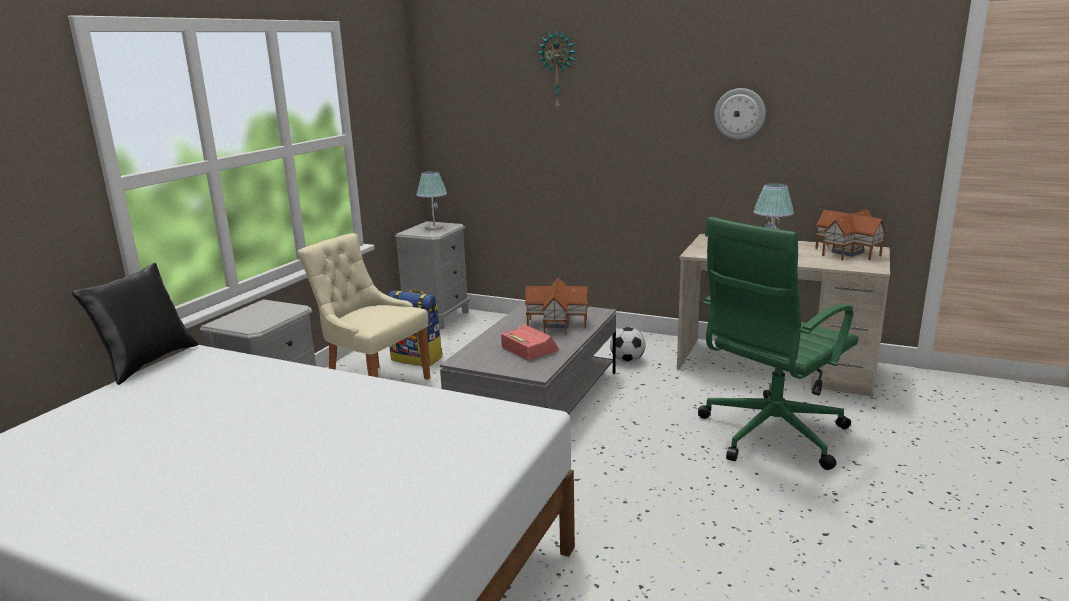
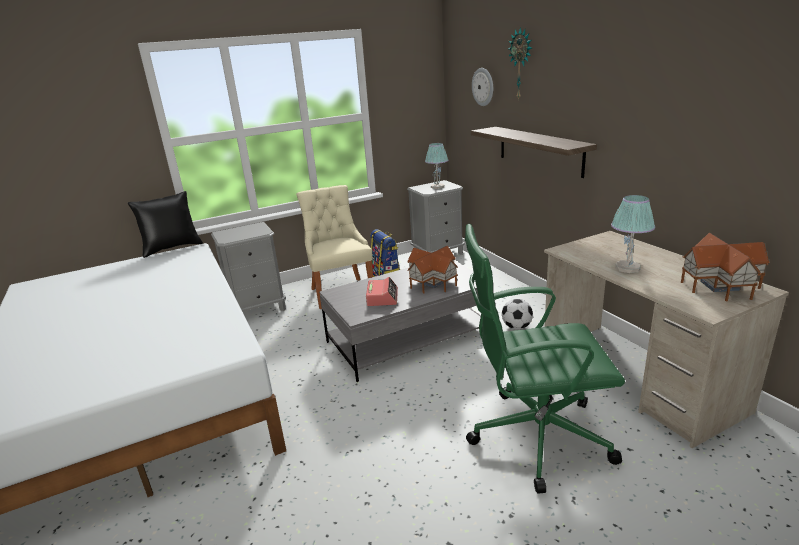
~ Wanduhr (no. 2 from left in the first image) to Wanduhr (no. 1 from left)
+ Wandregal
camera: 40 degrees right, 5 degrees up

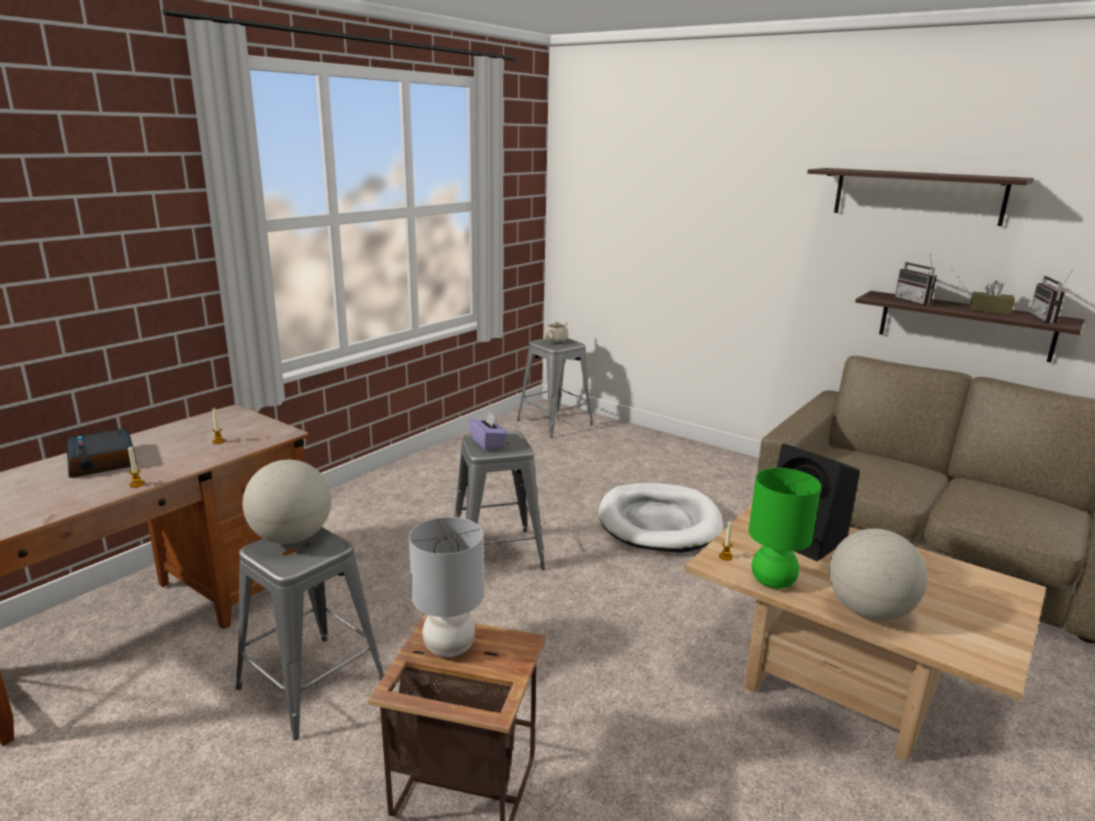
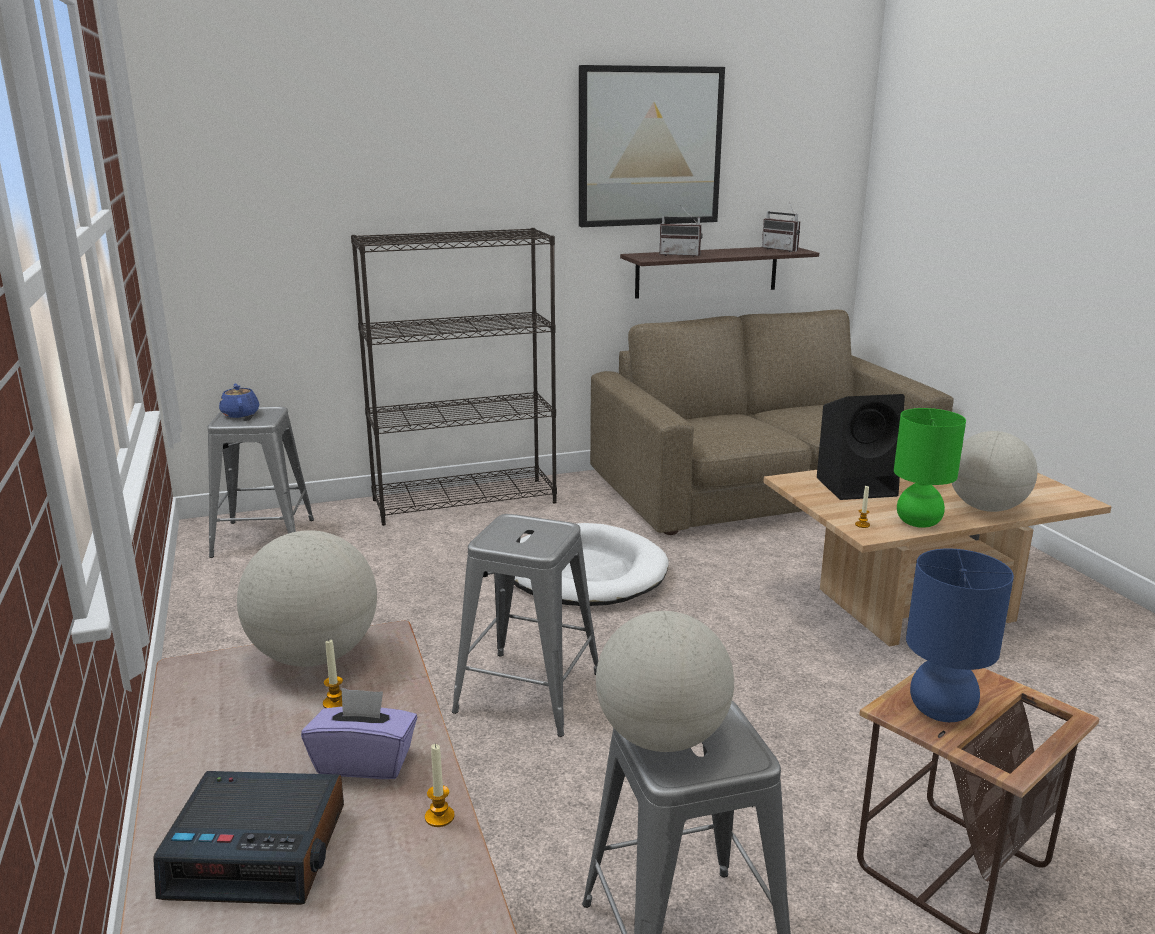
~ Tischlampe [grau] to Tischlampe [blau]
~ Taschentuchbox [lila]
~ Teekanne [beige] to Teekanne [blau]
~ Wandregal (no. 1 from left) to Bild
- Taschentuchbox [braun]
+ Globus (no. 1 from left)
+ Bücherregal [schwarz]
camera: 55 degrees left, 0 degrees up

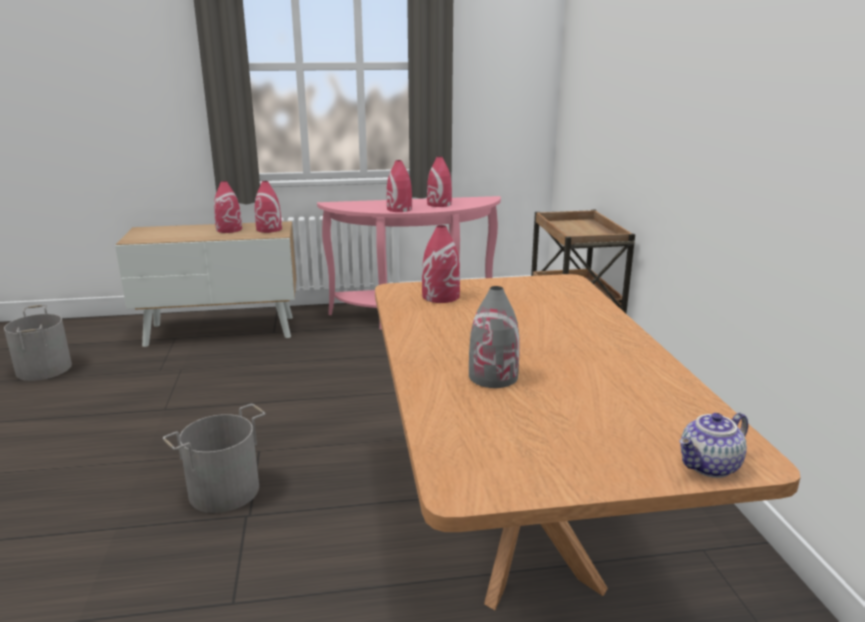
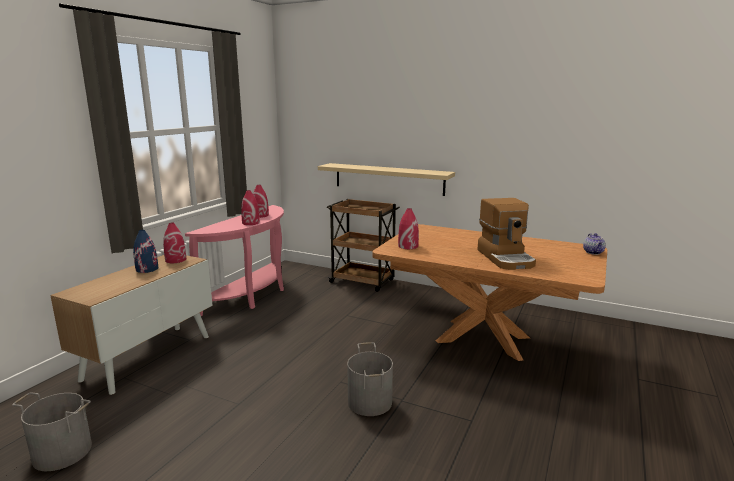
~ Vase [rot] (no. 1 from left) to Vase [blau]
~ Vase [grau] to Kaffeemaschine
+ Wandregal [beige]
camera: 55 degrees left, 5 degrees down

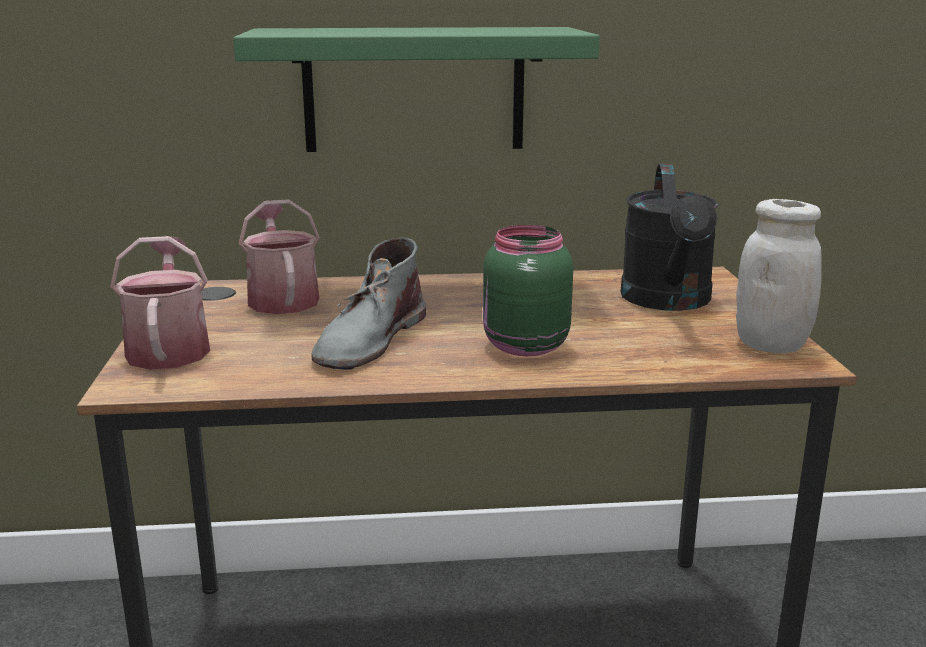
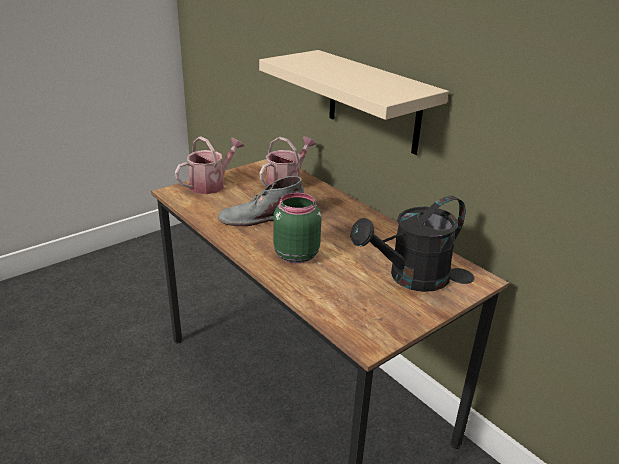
~ Wandregal [grün] to Wandregal [beige]
- Vorratsglas [weiß]
camera: 55 degrees right, 10 degrees up

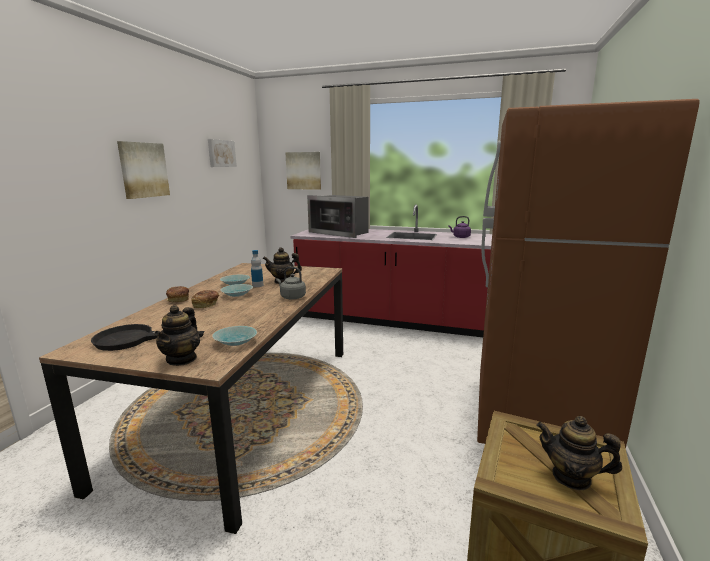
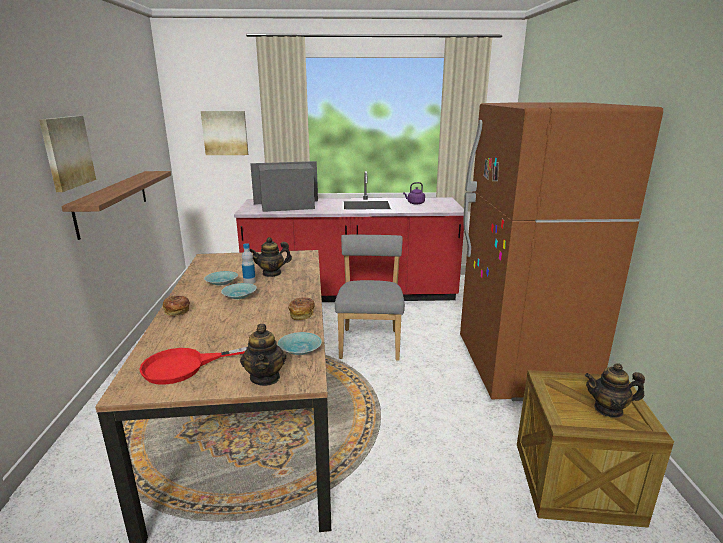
~ Pfanne [schwarz] to Pfanne [rot]
~ Brot (no. 2 from left)
- Bild (no. 2 from left)
- Wasserkessel [grau]
~ Mikrowelle 150 degrees clockwise
+ Wandregal
+ Stuhl [grau]
camera: 20 degrees left, 5 degrees up

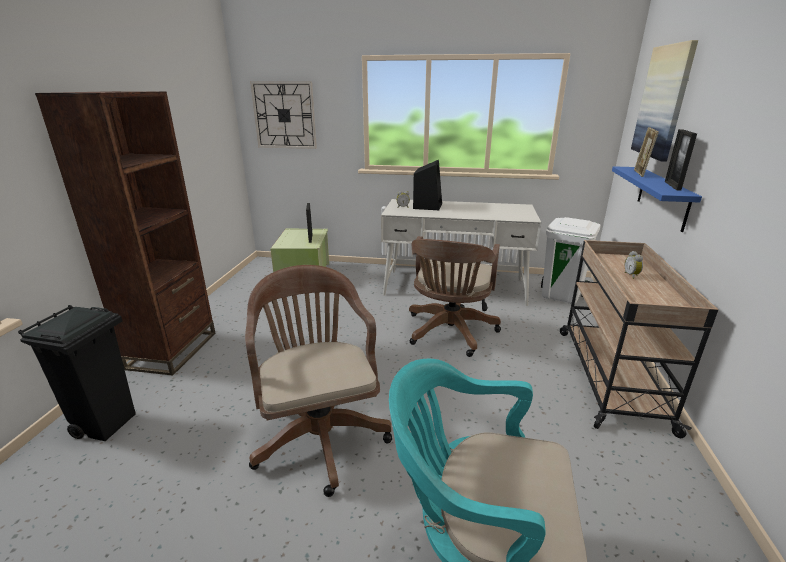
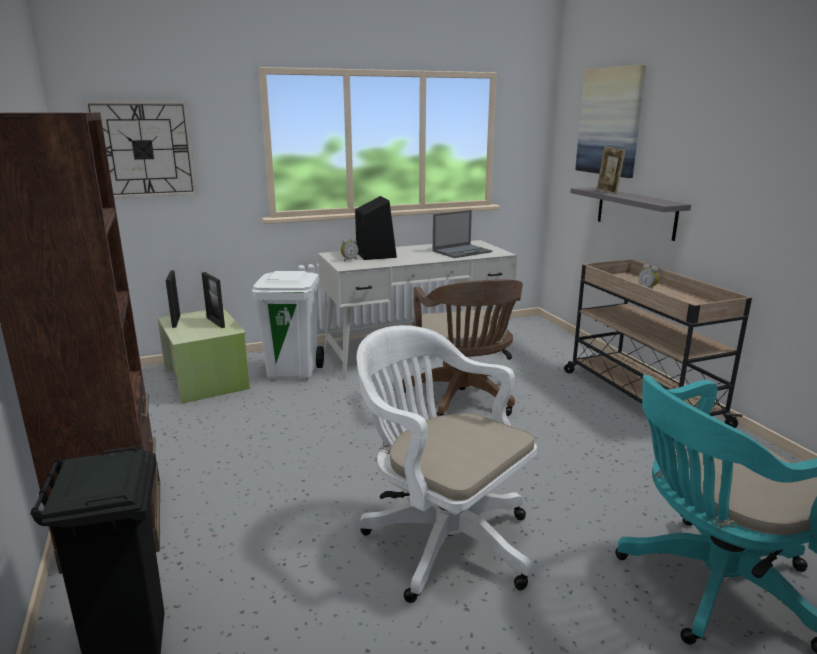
~ Bürostuhl [braun] (no. 1 from left) to Bürostuhl [weiß]
~ Mülleimer [weiß]
~ Wandregal [blau] to Wandregal [grau]
~ Bilderrahmen (no. 3 from left in the first image) to Bilderrahmen (no. 1 from left)
+ Laptop
camera: 30 degrees left, 5 degrees down

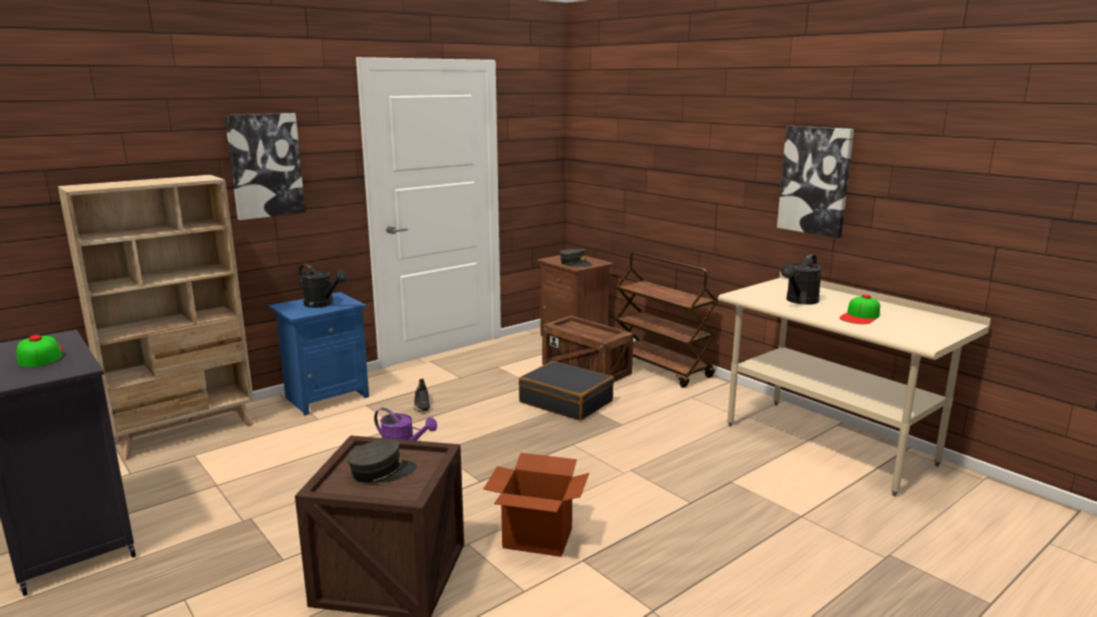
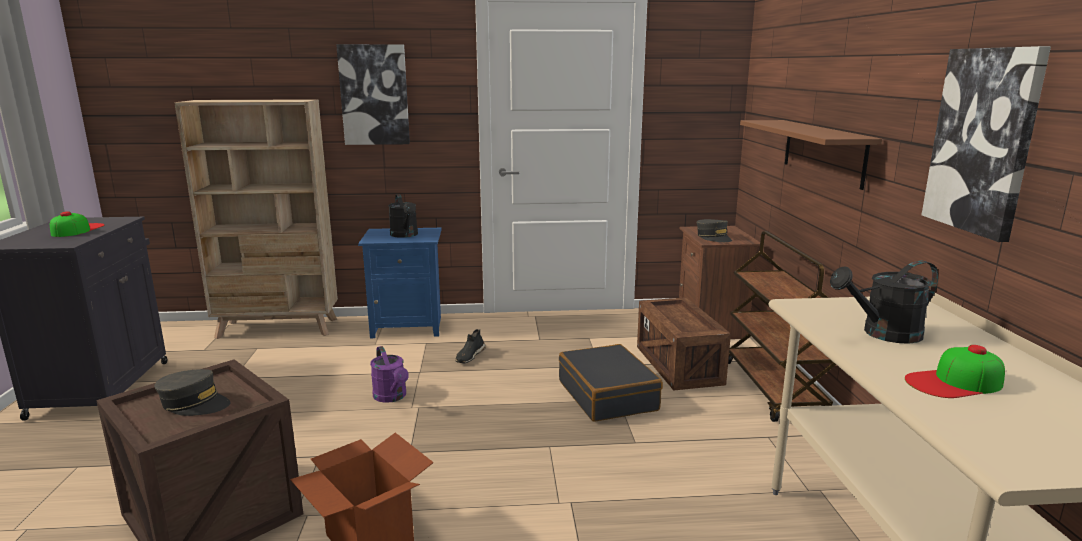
+ Wandregal [braun]
camera: 35 degrees right, 0 degrees up

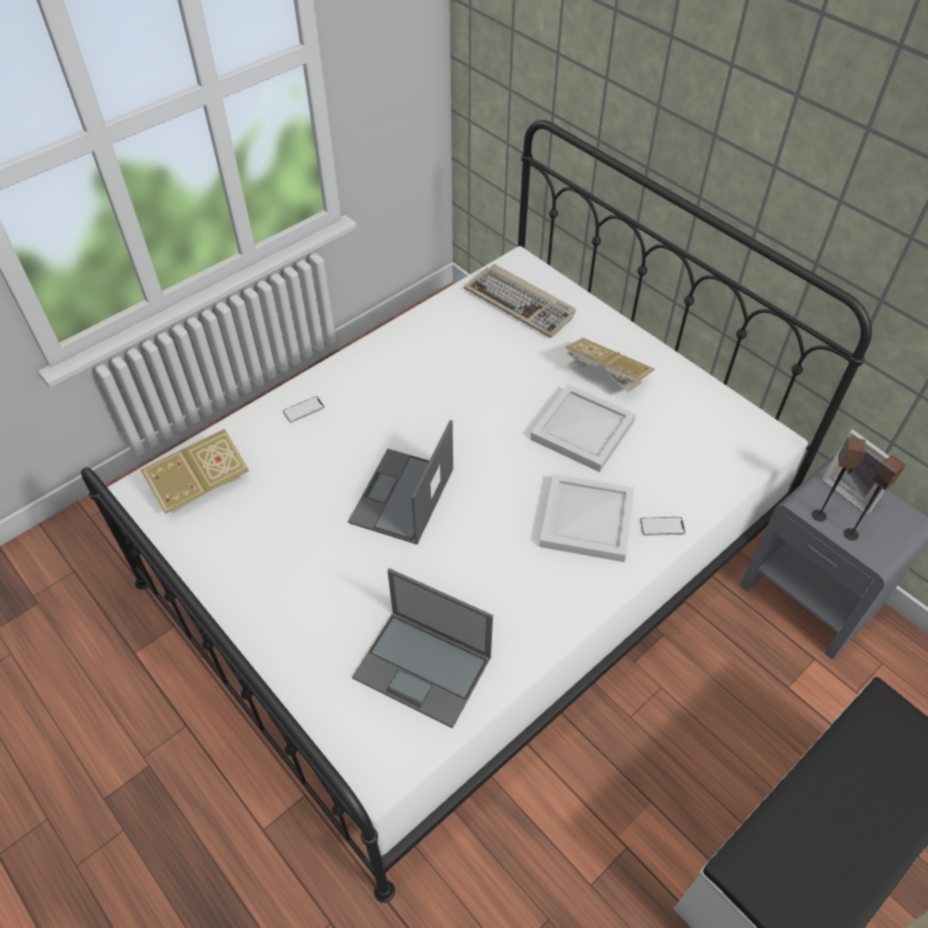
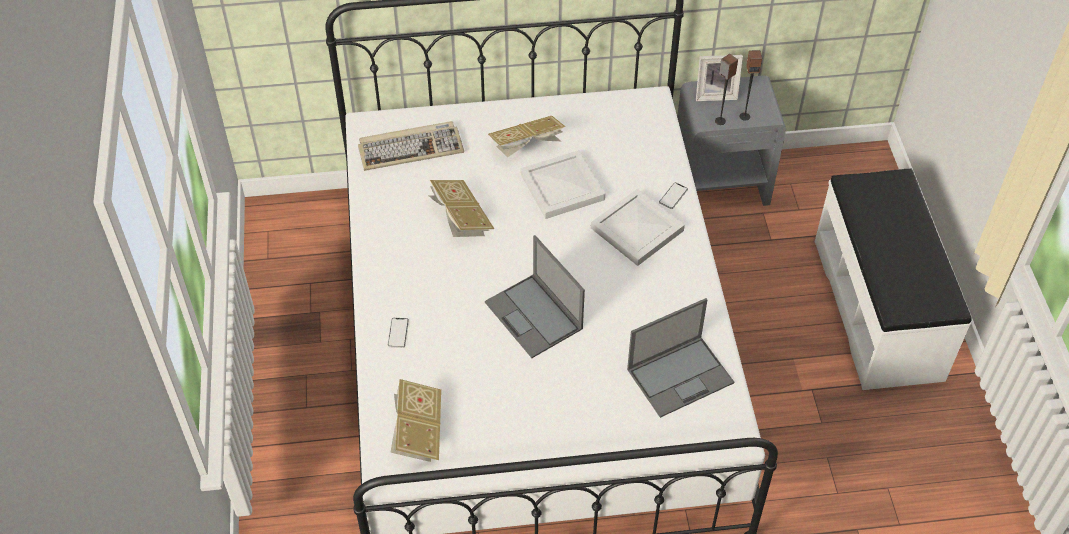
+ Buch (no. 2 from left)
camera: 55 degrees left, 0 degrees up

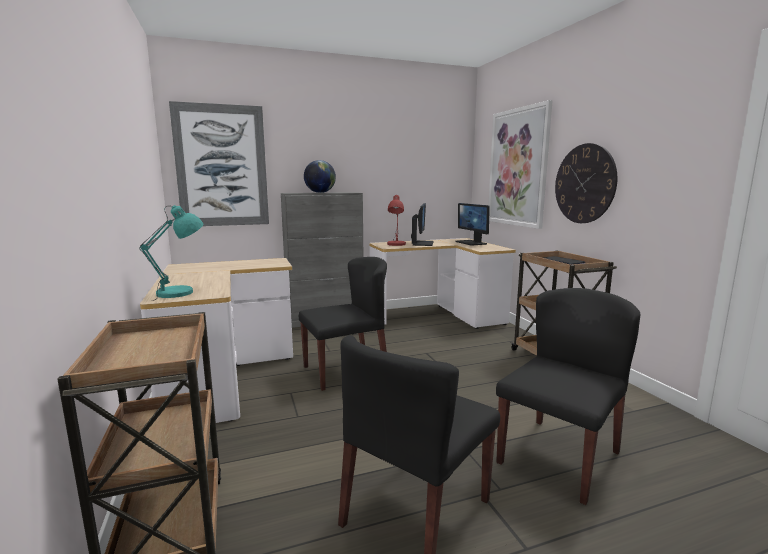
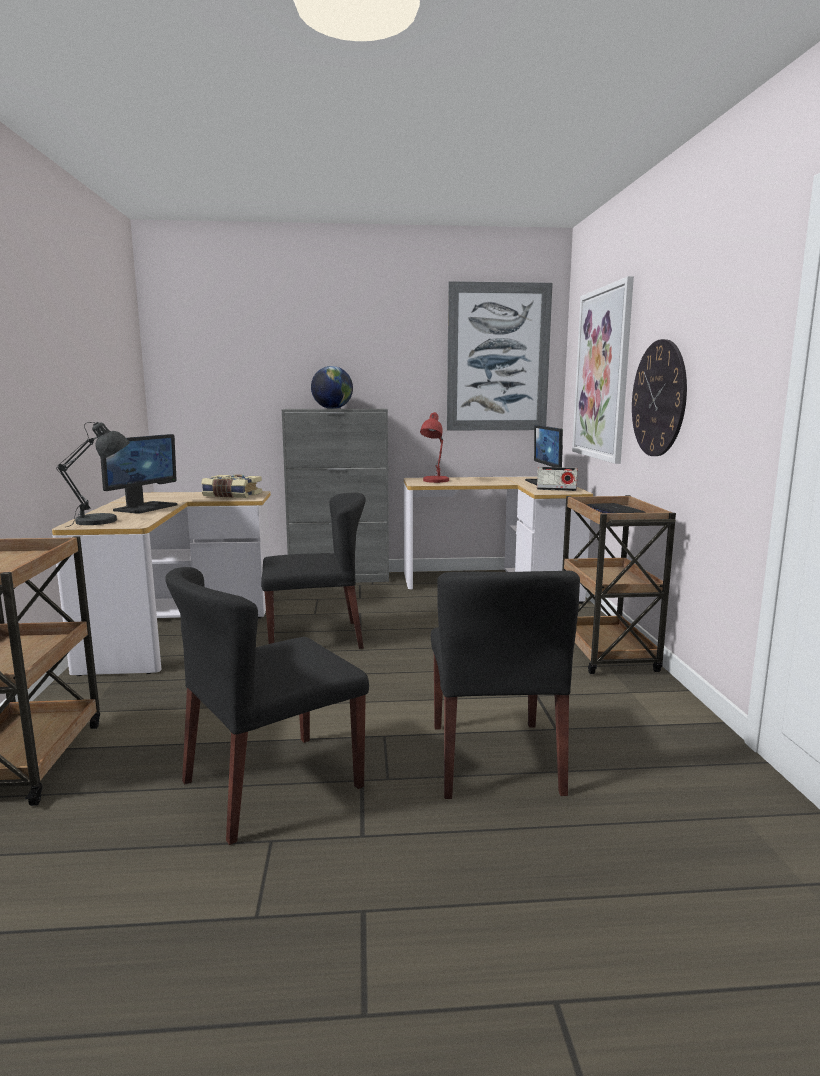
~ Tischlampe [türkis] to Tischlampe [grau]
~ Bild (no. 1 from left)
~ Monitor (no. 1 from left)
~ Stuhl [schwarz] (no. 3 from left) 120 degrees clockwise
+ Buch
+ Radio
camera: 15 degrees right, 0 degrees up

